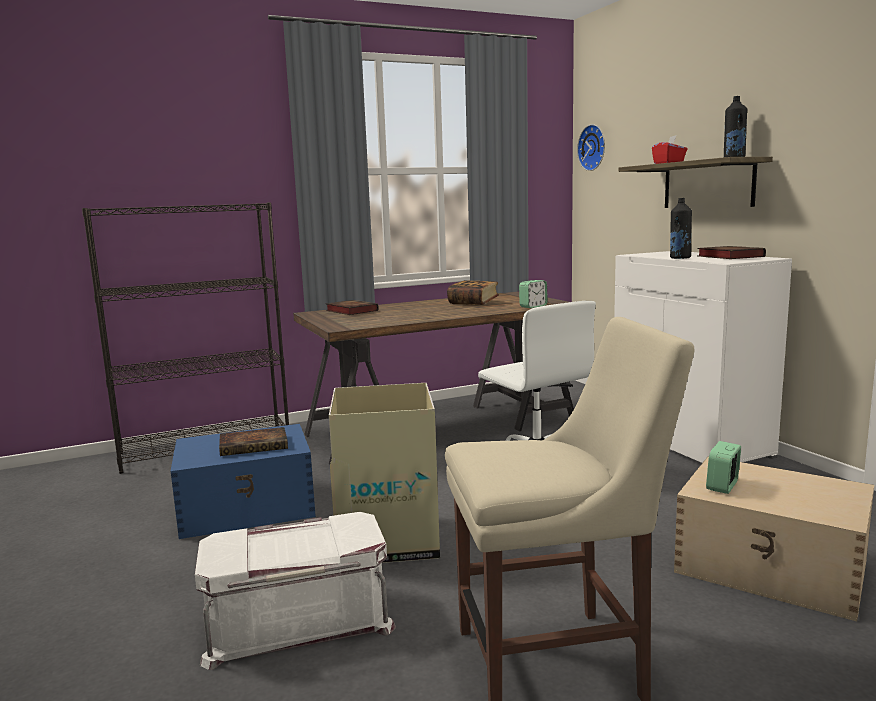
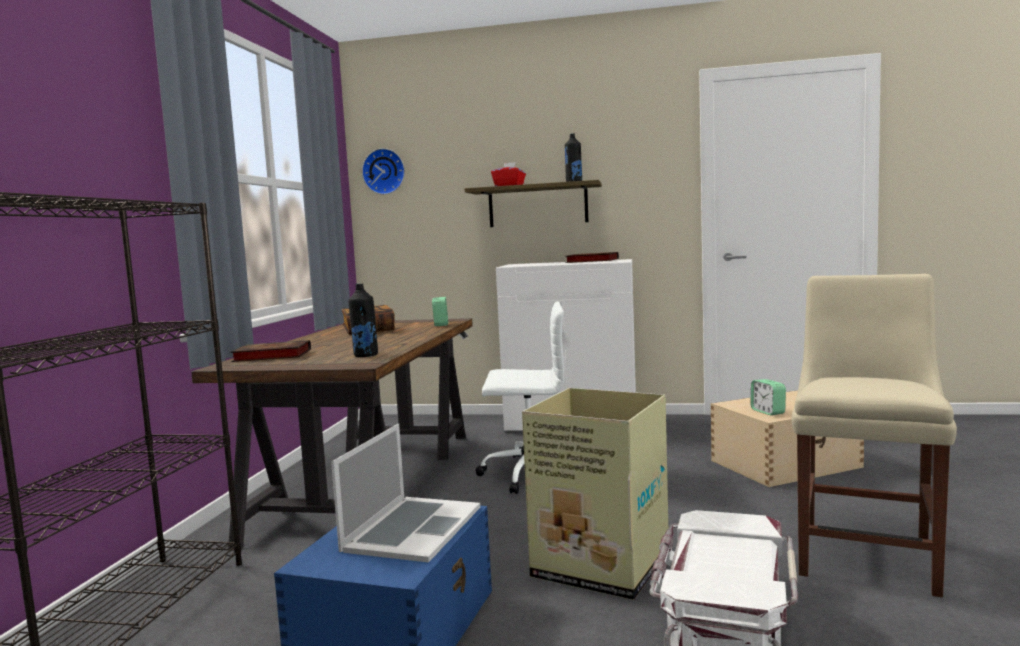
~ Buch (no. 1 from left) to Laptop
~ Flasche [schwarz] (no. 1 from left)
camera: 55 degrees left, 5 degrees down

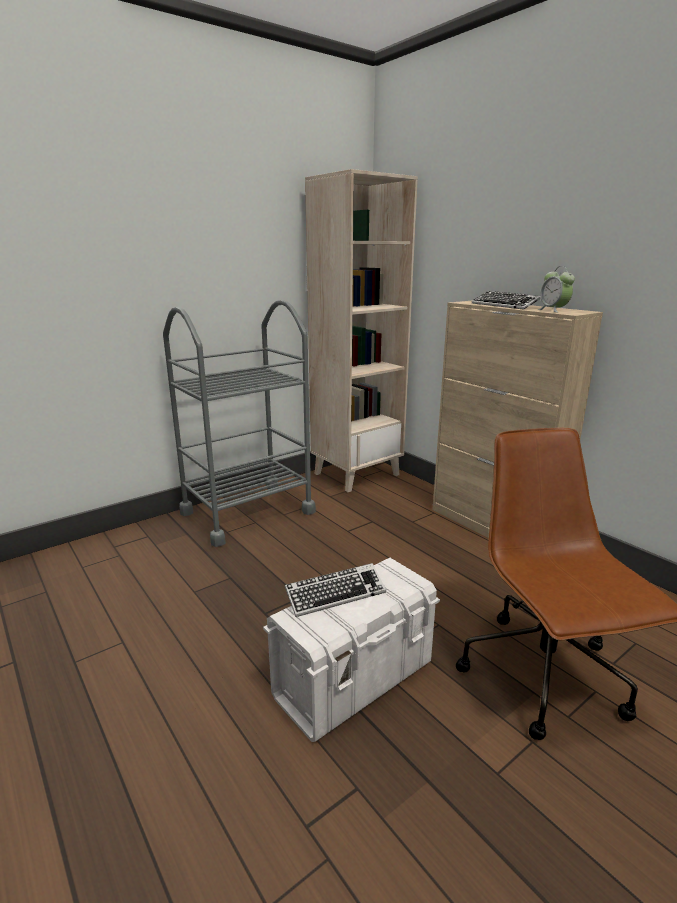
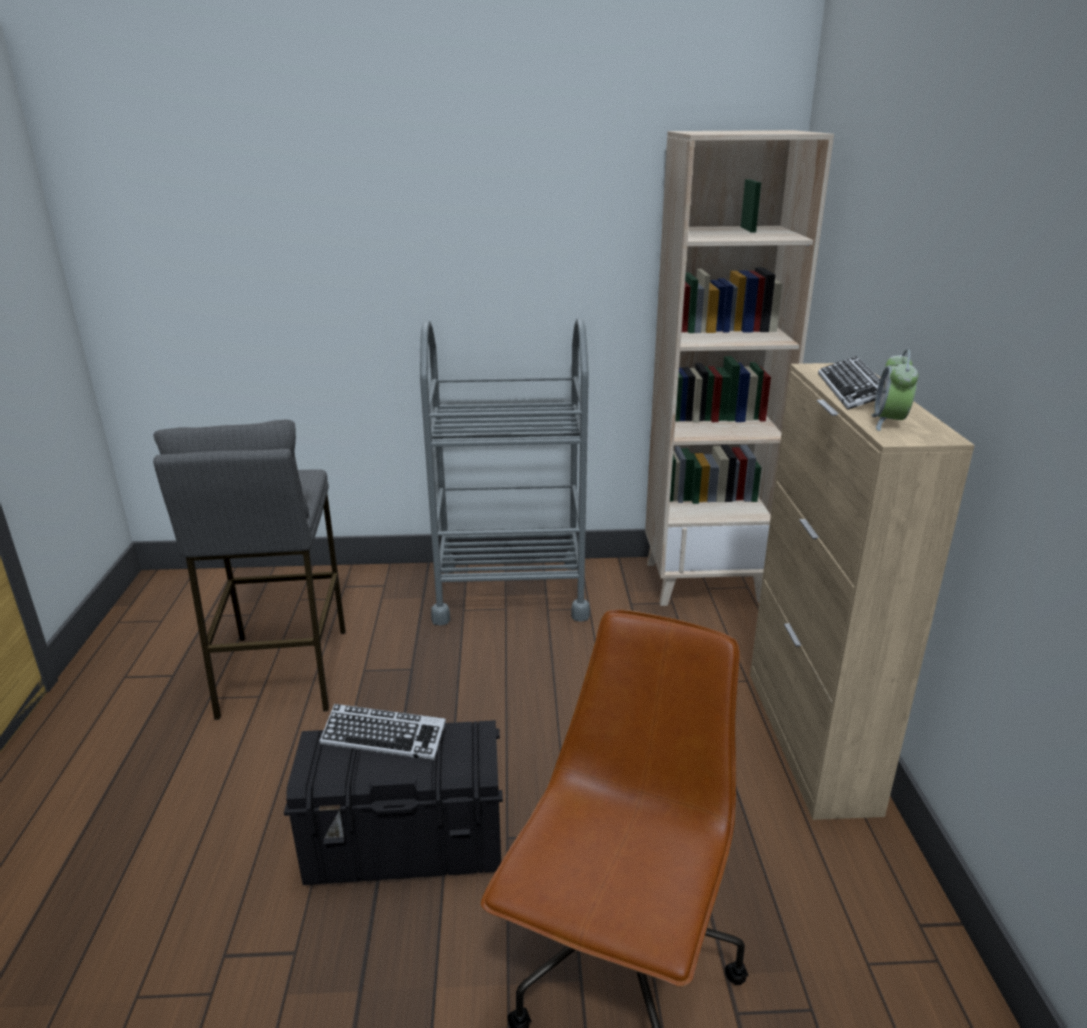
~ Aufbewahrungsbox [weiß] to Aufbewahrungsbox [schwarz]
+ Hocker [grau]
camera: 35 degrees right, 5 degrees up

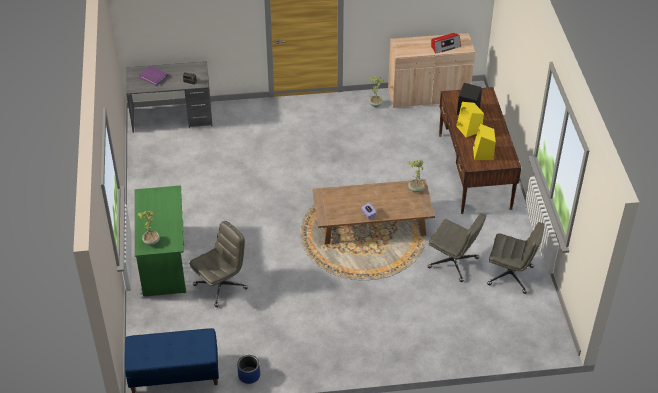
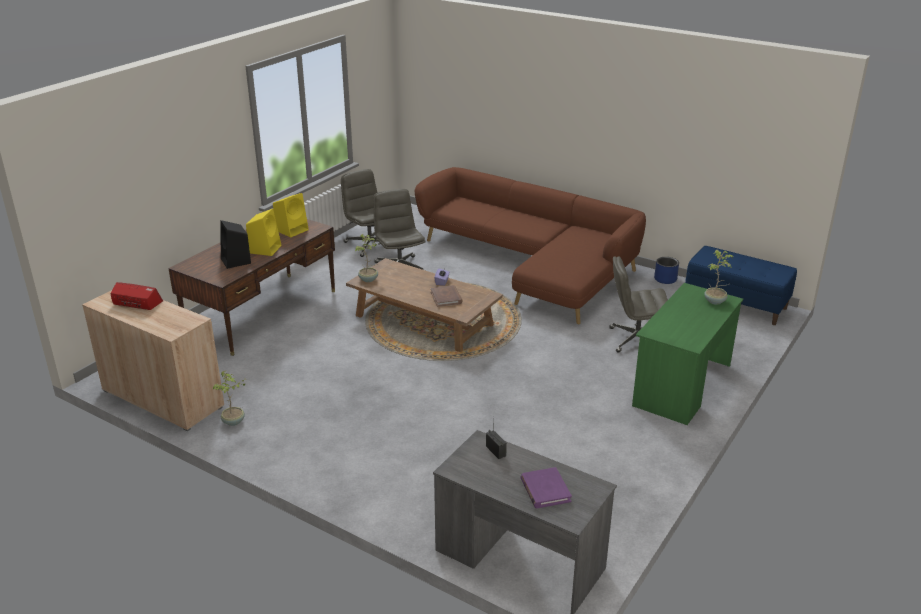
+ Sofa [braun]
+ Buch [braun]
camera: 140 degrees left, 15 degrees down

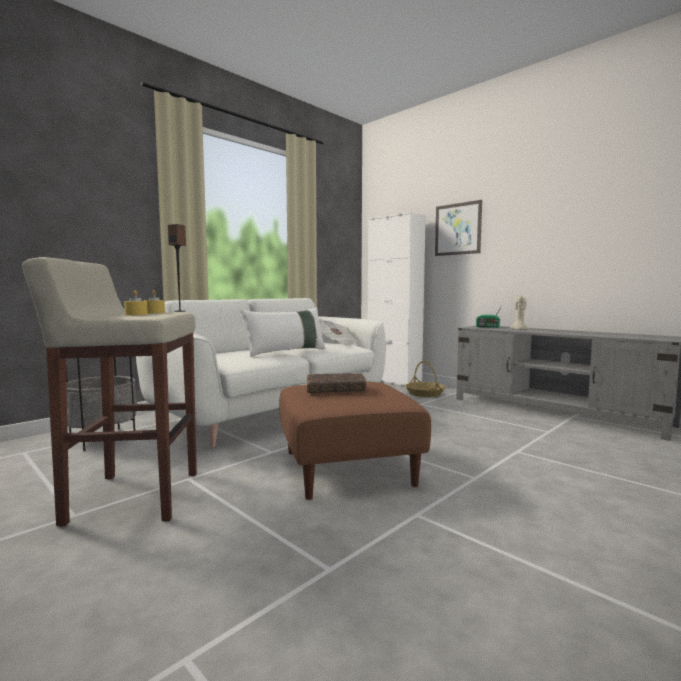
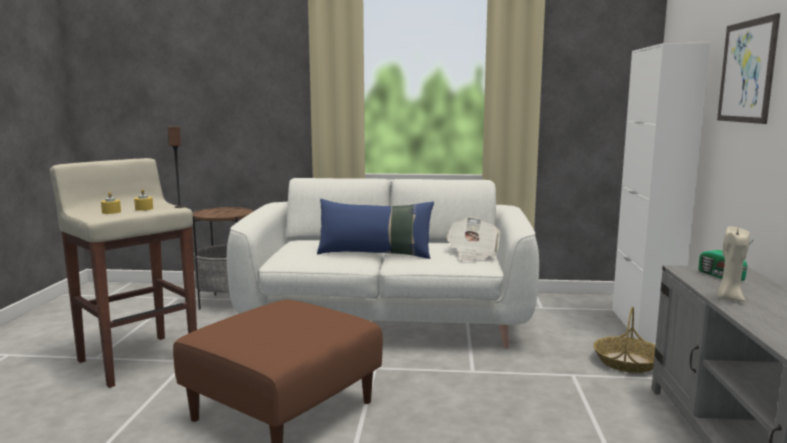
~ Kissen [weiß] to Kissen [blau]
- Buch [braun]
camera: 50 degrees right, 5 degrees up

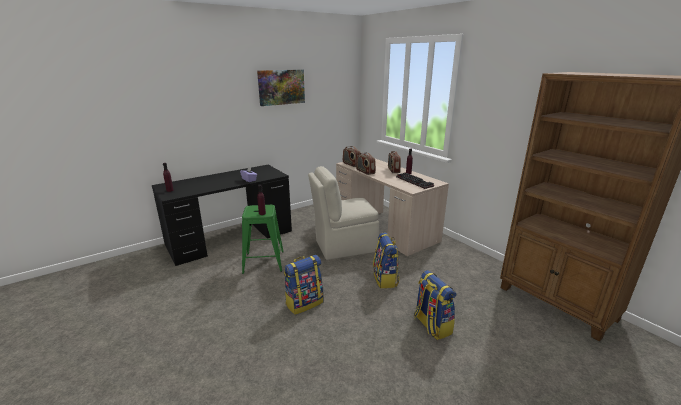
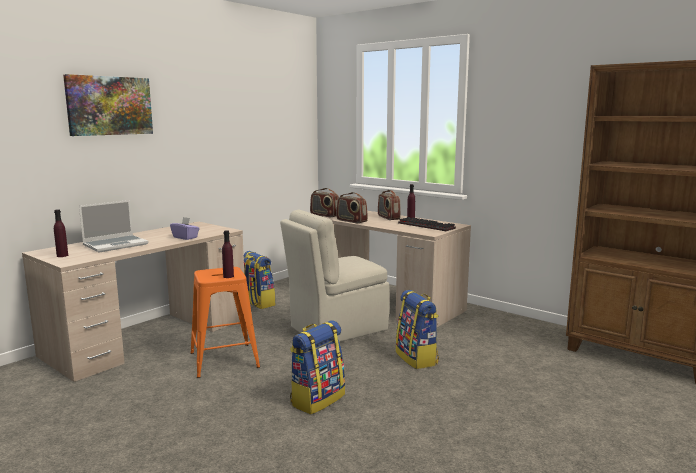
~ Schreibtisch [schwarz] to Schreibtisch [beige] (no. 1 from left)
~ Hocker [grün] to Hocker [orange]
~ Bild
~ Rucksack (no. 3 from left in the first image) to Rucksack (no. 1 from left)
+ Laptop
camera: 15 degrees left, 10 degrees down

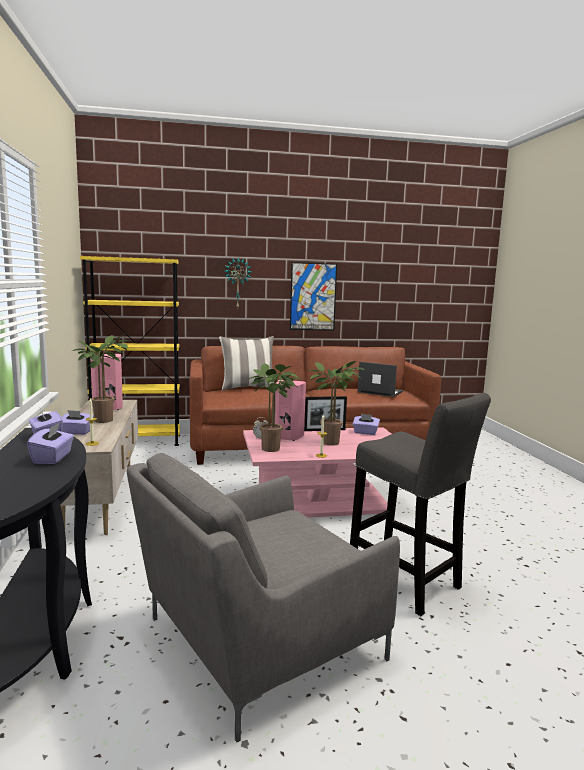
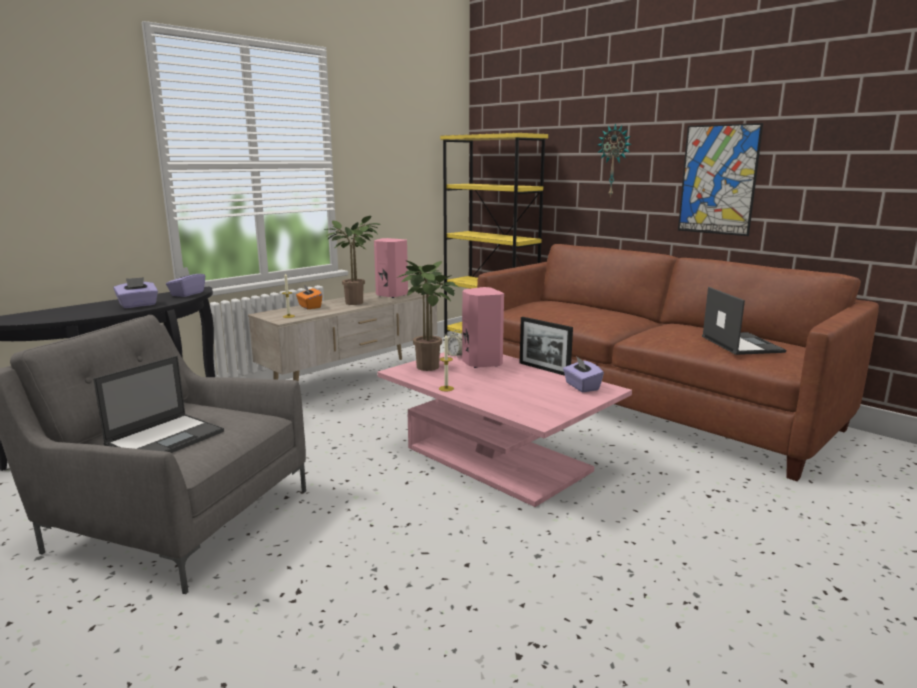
~ Taschentuchbox [lila] (no. 3 from left) to Taschentuchbox [orange]
- Kissen
- Topfpflanze (no. 3 from left)
- Hocker [grau]
+ Laptop (no. 1 from left)
camera: 55 degrees right, 5 degrees up

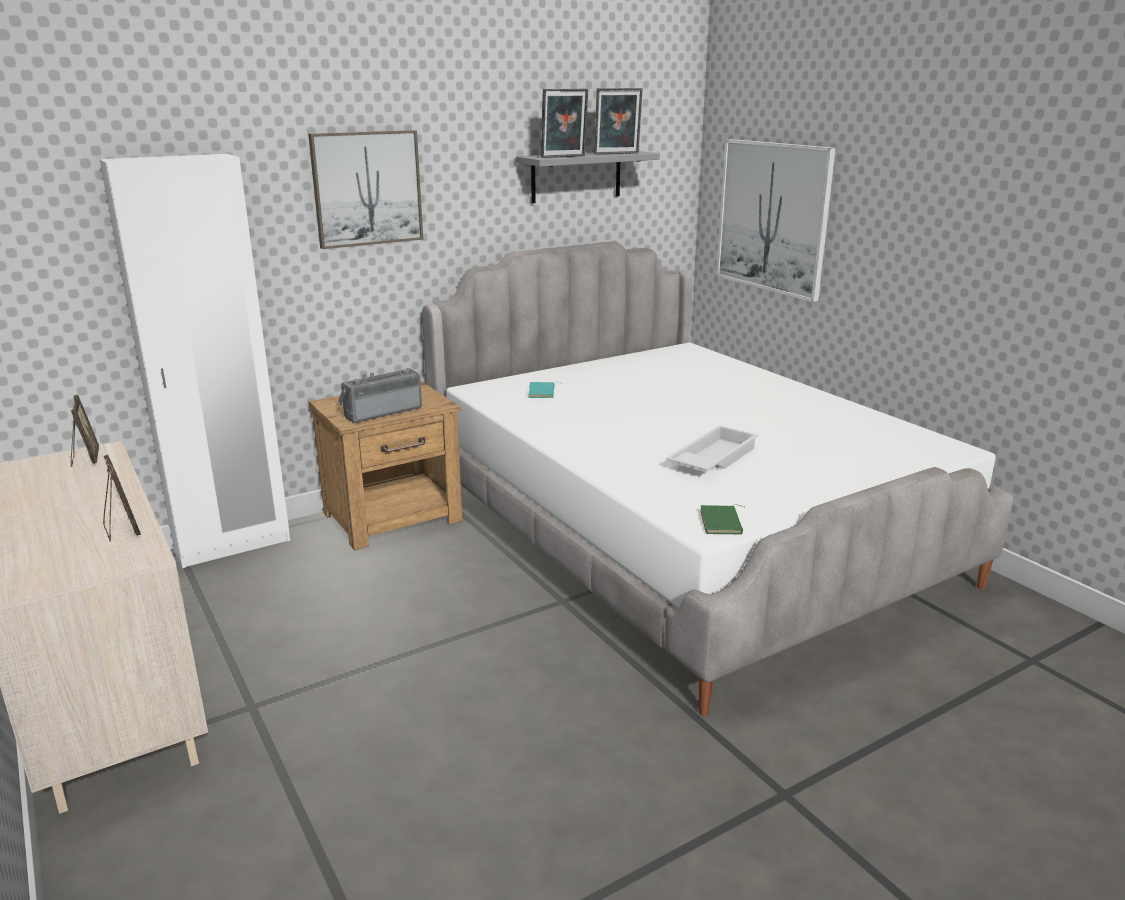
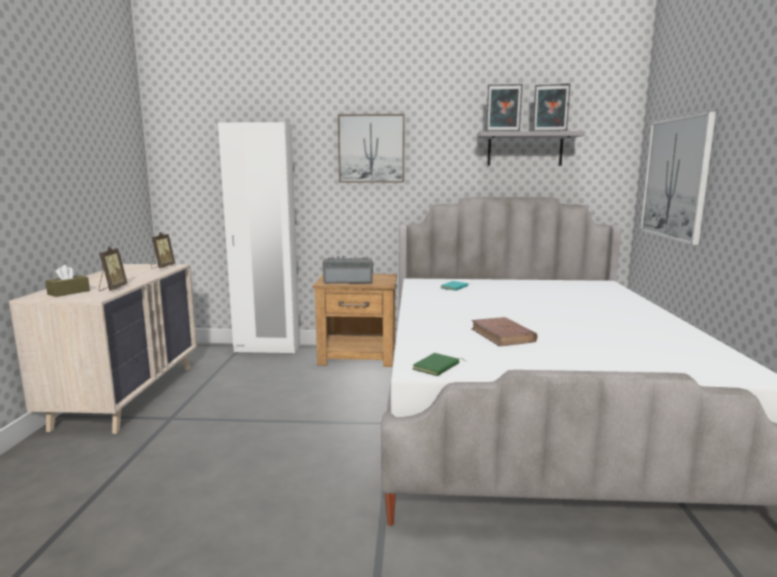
~ Tablett [weiß] to Buch [braun]
+ Taschentuchbox [braun]
camera: 35 degrees right, 10 degrees down

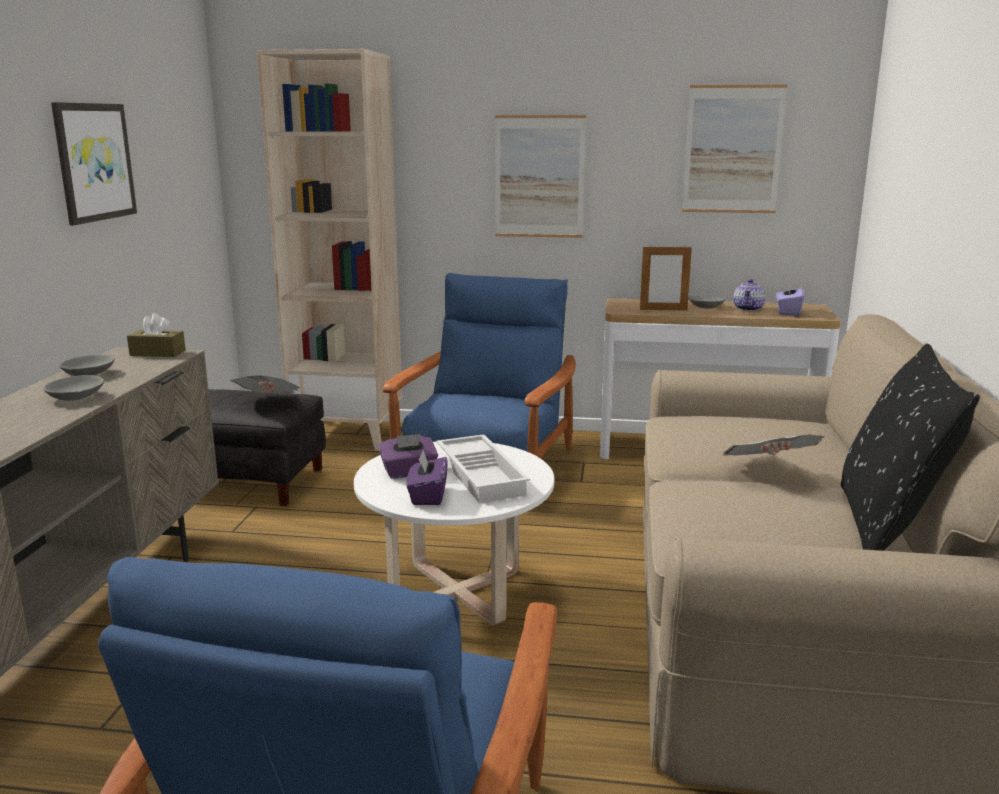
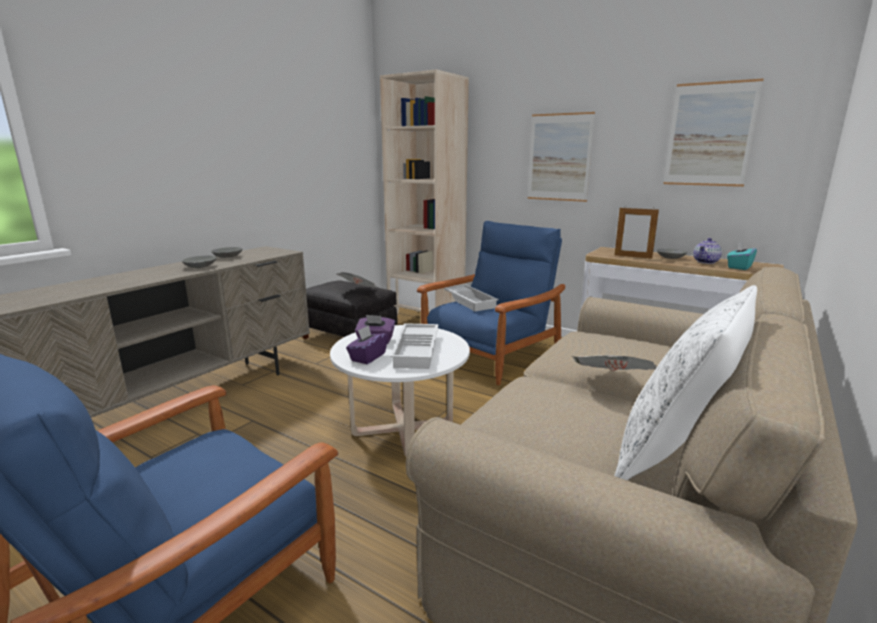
- Bild (no. 1 from left)
- Taschentuchbox [braun]
~ Taschentuchbox [lila] (no. 3 from left) to Taschentuchbox [türkis]
~ Kissen [schwarz] to Kissen [weiß]
+ Tablett [weiß] (no. 2 from left)
camera: 25 degrees right, 0 degrees up

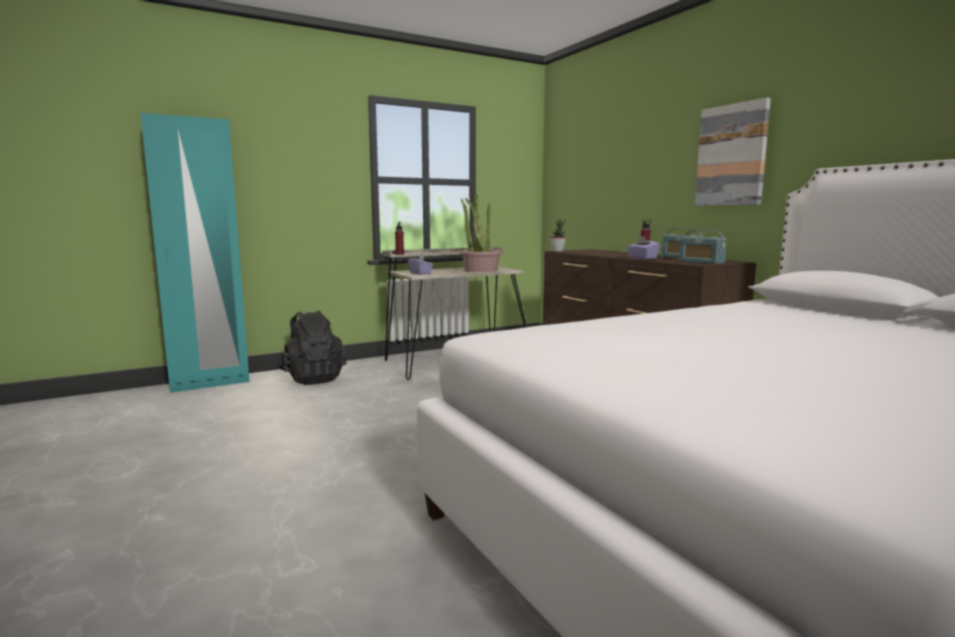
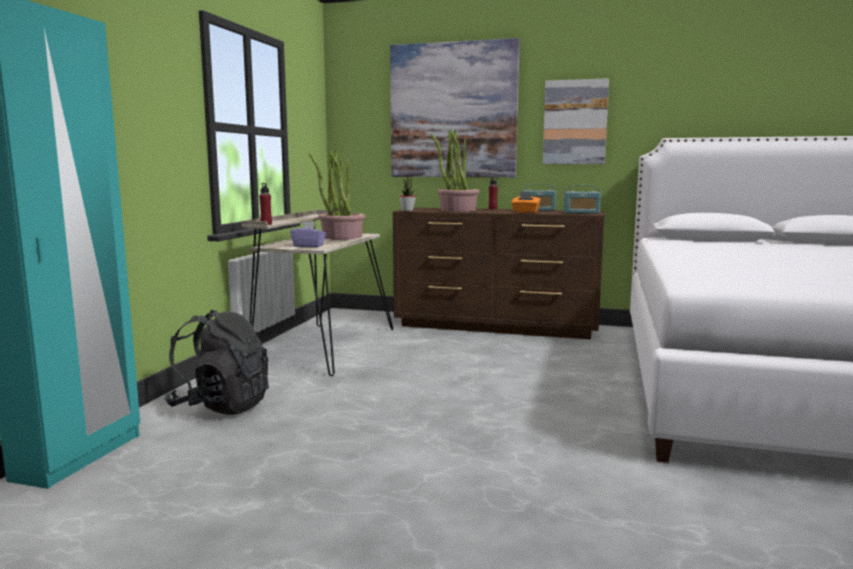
~ Taschentuchbox [lila] (no. 2 from left) to Taschentuchbox [orange]
+ Bild (no. 1 from left)
+ Topfpflanze (no. 3 from left)
camera: 45 degrees left, 0 degrees up

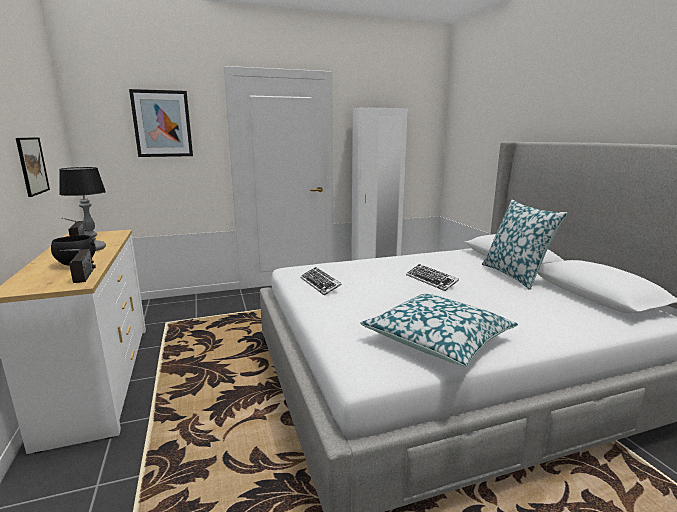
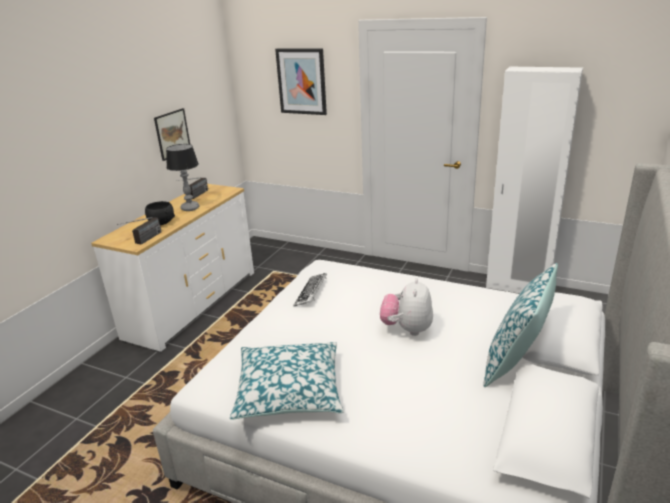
~ Tastatur (no. 2 from left) to Plüschtier
camera: 45 degrees right, 10 degrees up

